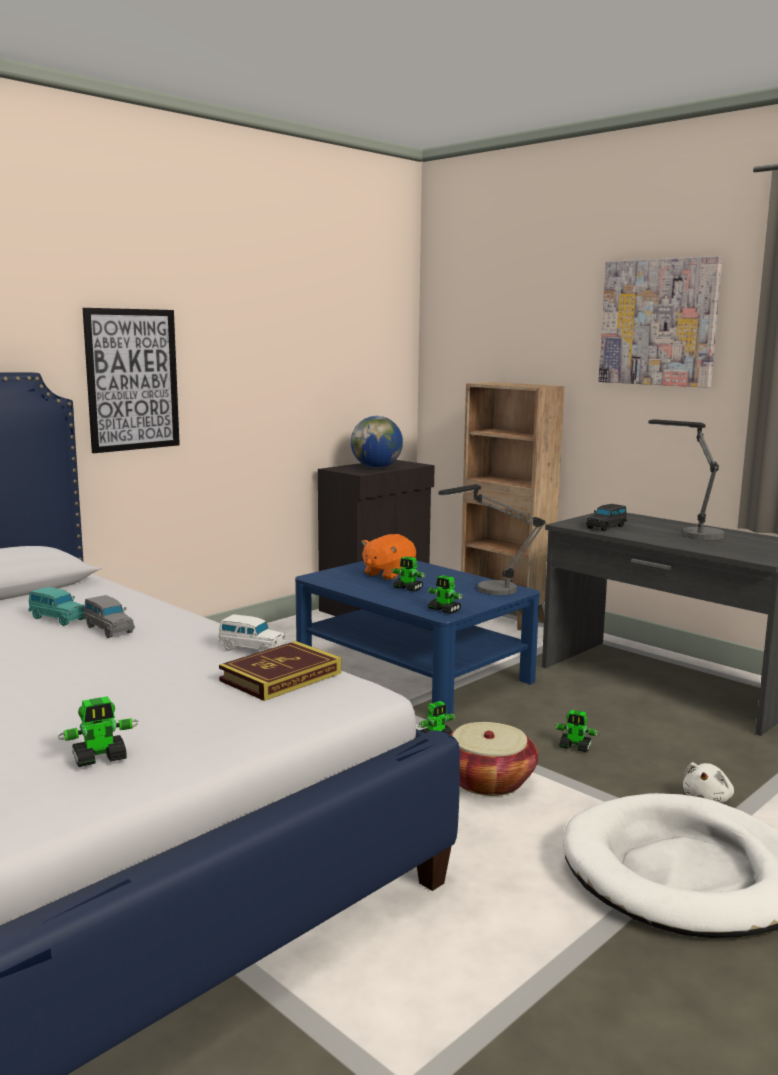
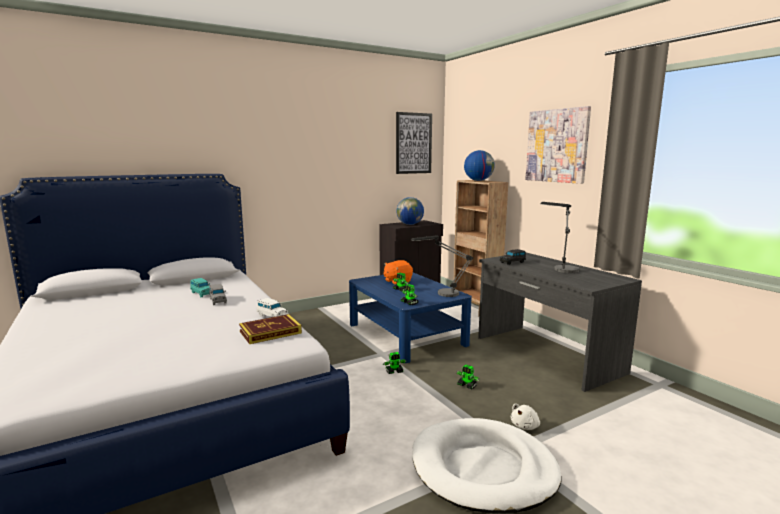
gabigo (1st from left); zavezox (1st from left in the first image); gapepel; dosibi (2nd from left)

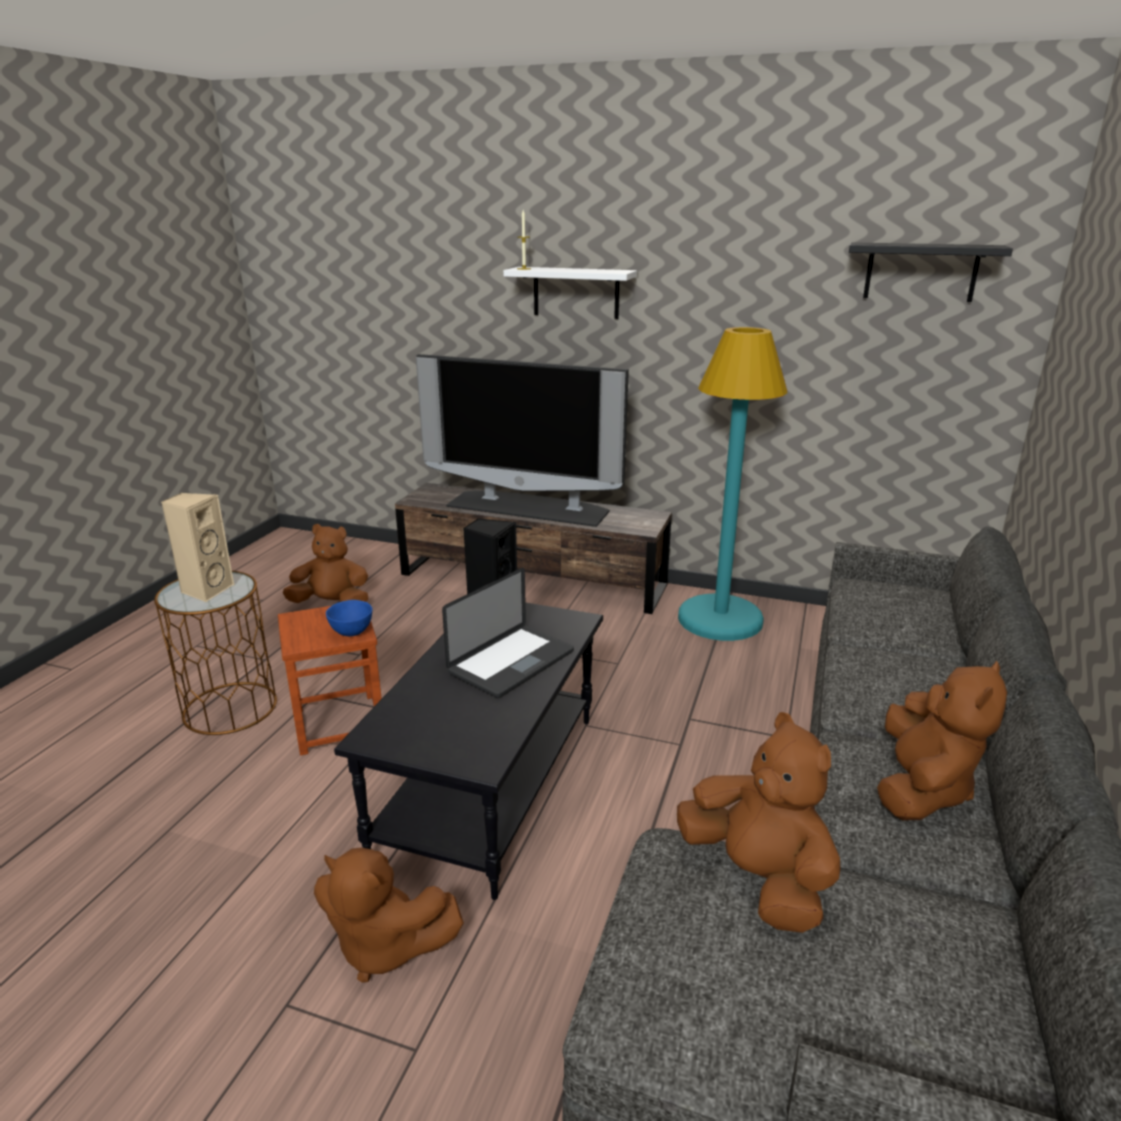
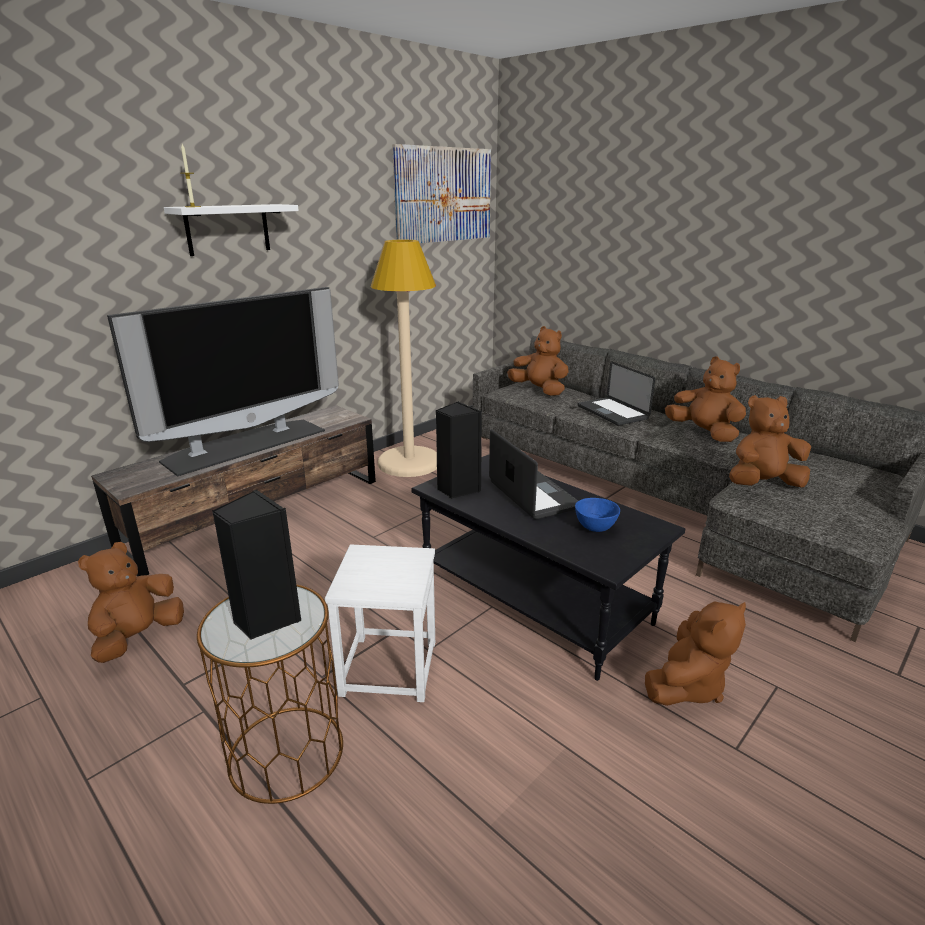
gabigo; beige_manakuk; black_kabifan (1st from left); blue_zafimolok; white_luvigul; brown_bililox (2nd from left); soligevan (2nd from left)

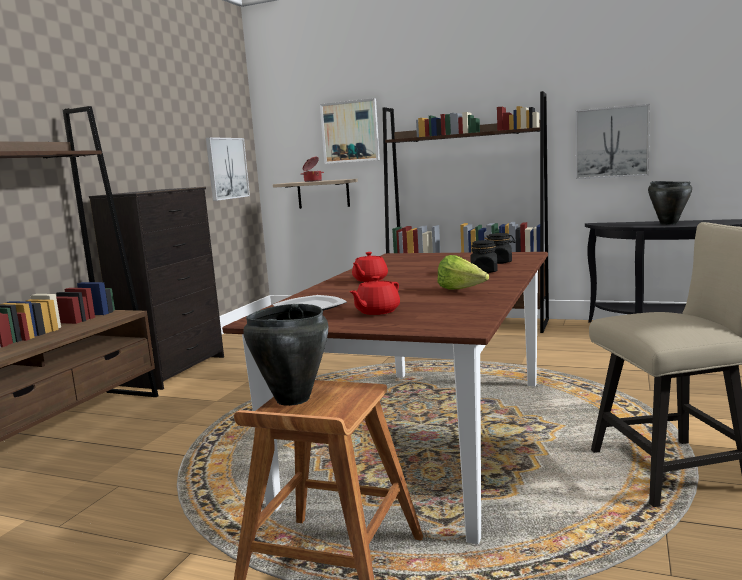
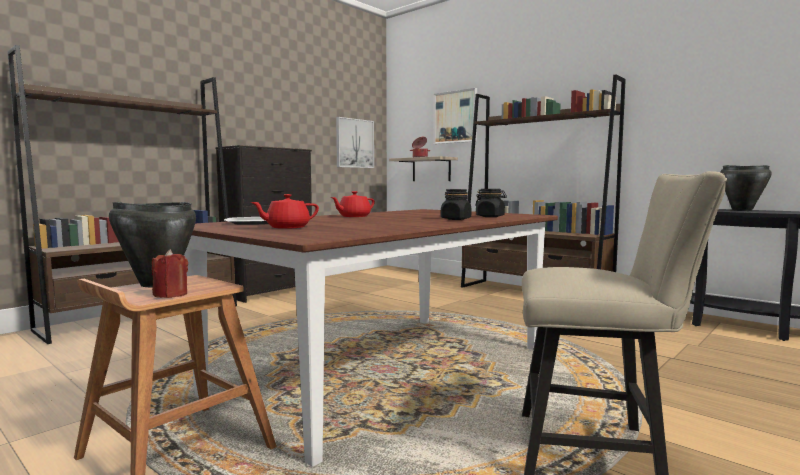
gabigo (3rd from left in the first image); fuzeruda; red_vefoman

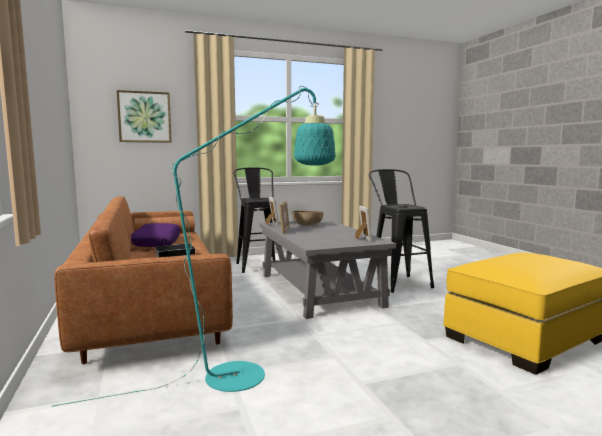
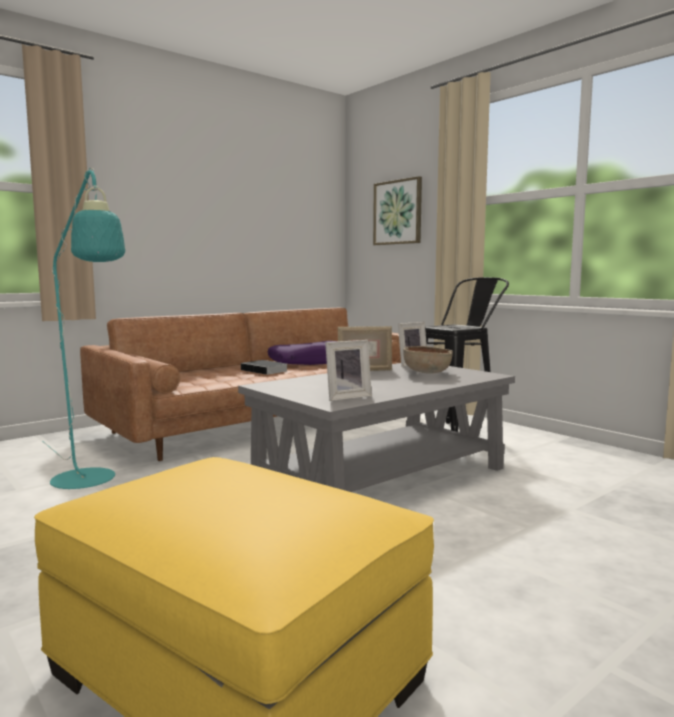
black_luvigul (2nd from left in the first image)

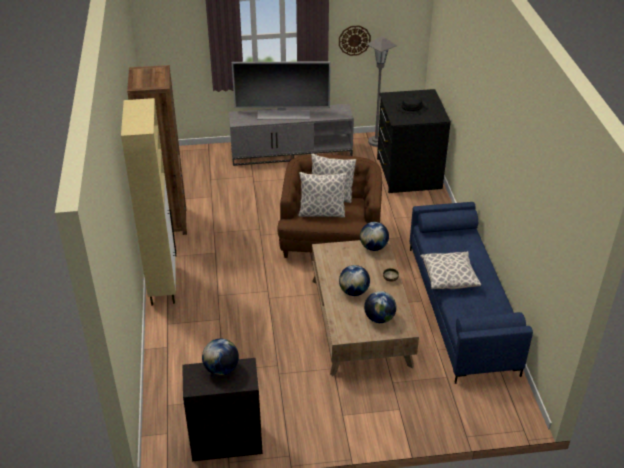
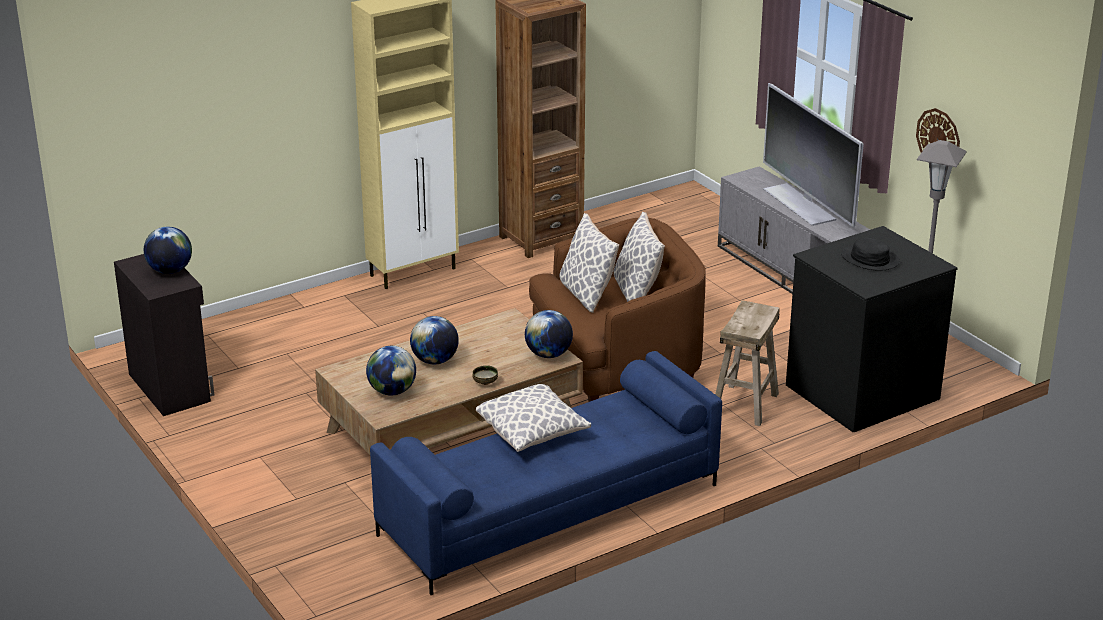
beige_luvigul

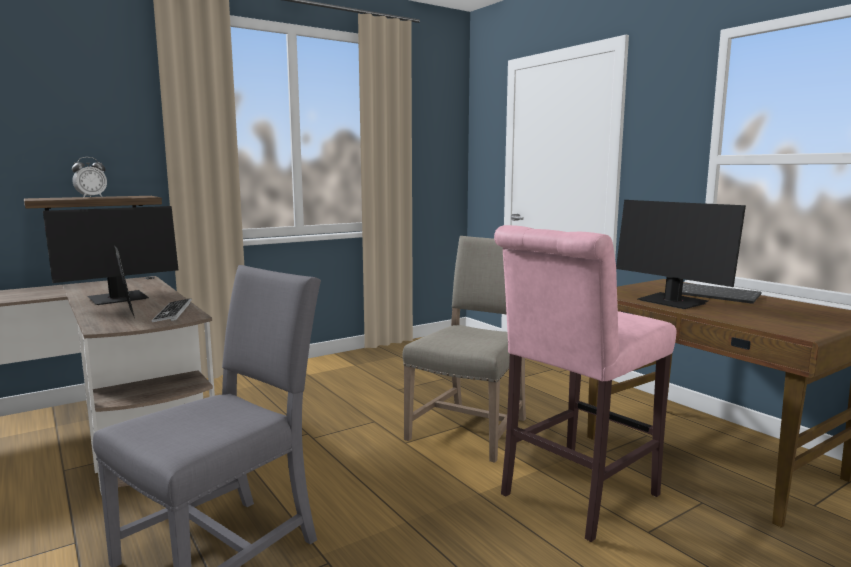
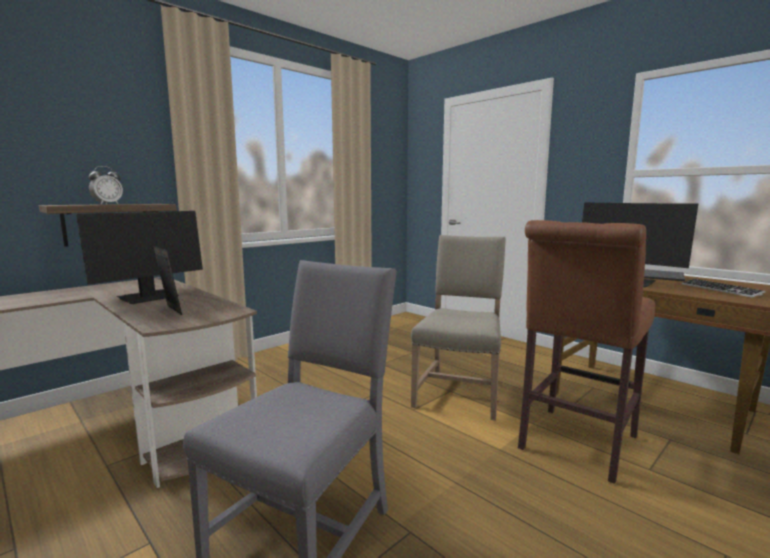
brown_luvigul; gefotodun (2nd from left)

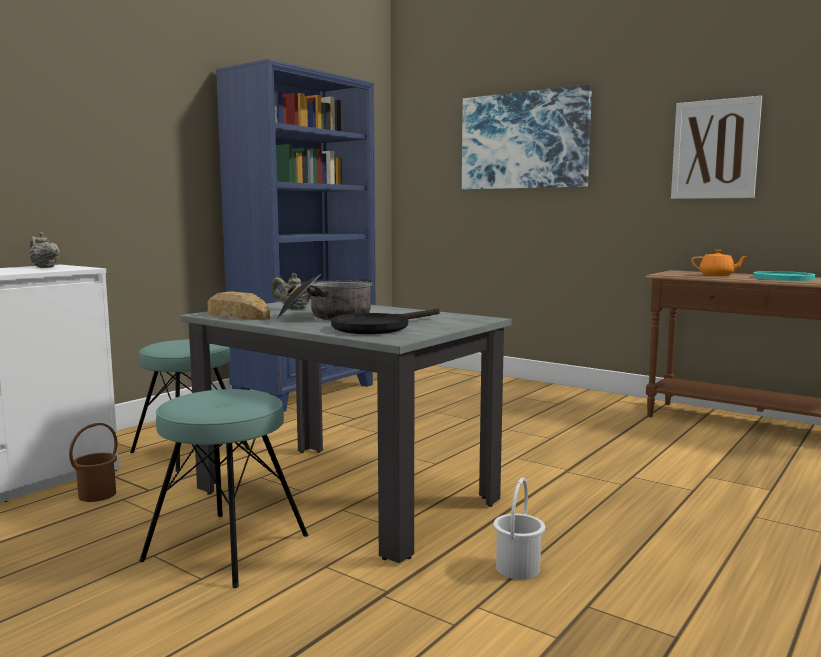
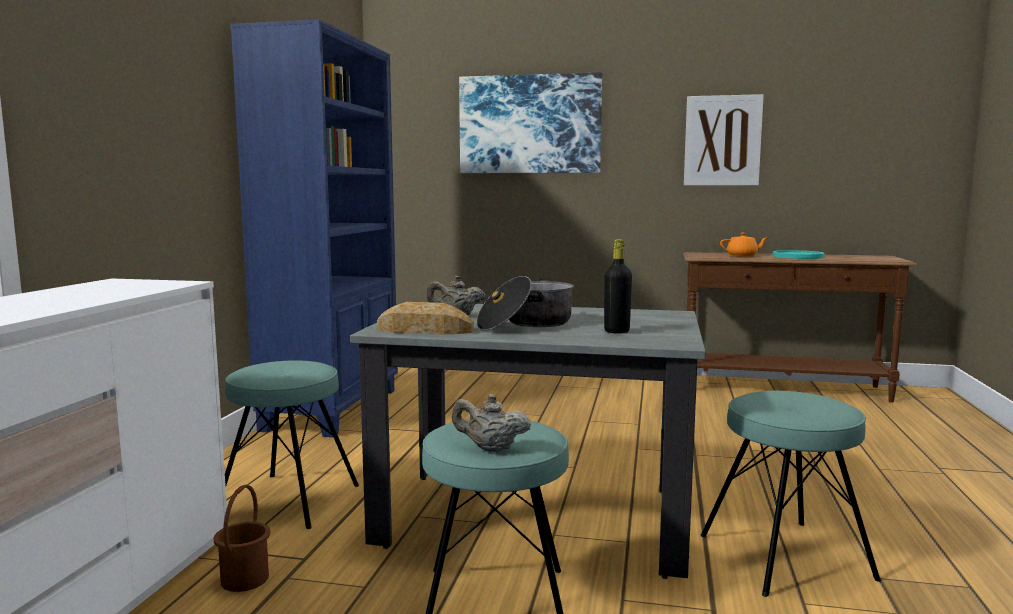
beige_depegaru (2nd from left); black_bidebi; turquoise_luvigul (3rd from left)

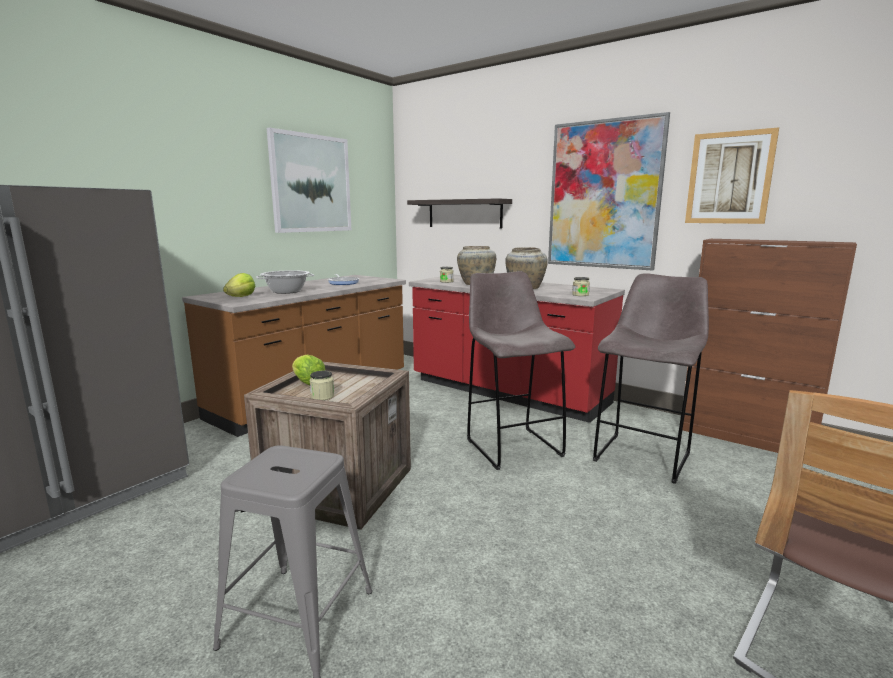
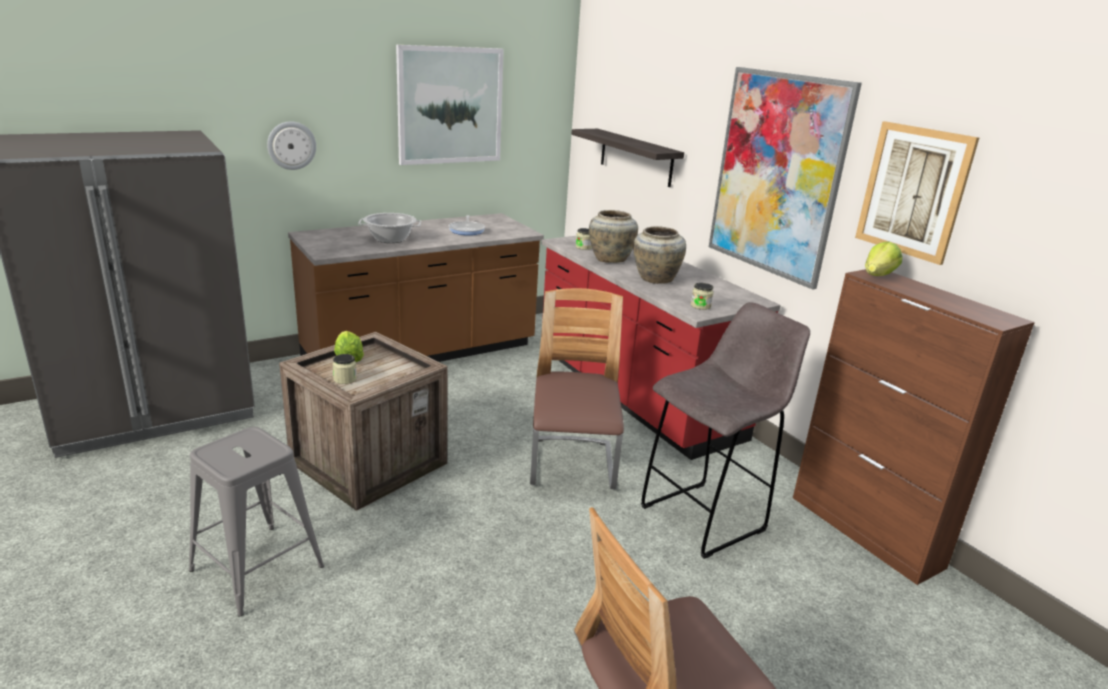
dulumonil (1st from left); fuzeruda (2nd from left); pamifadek

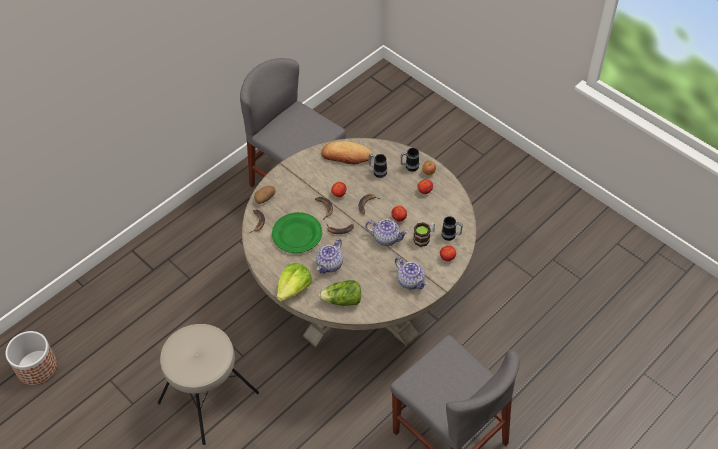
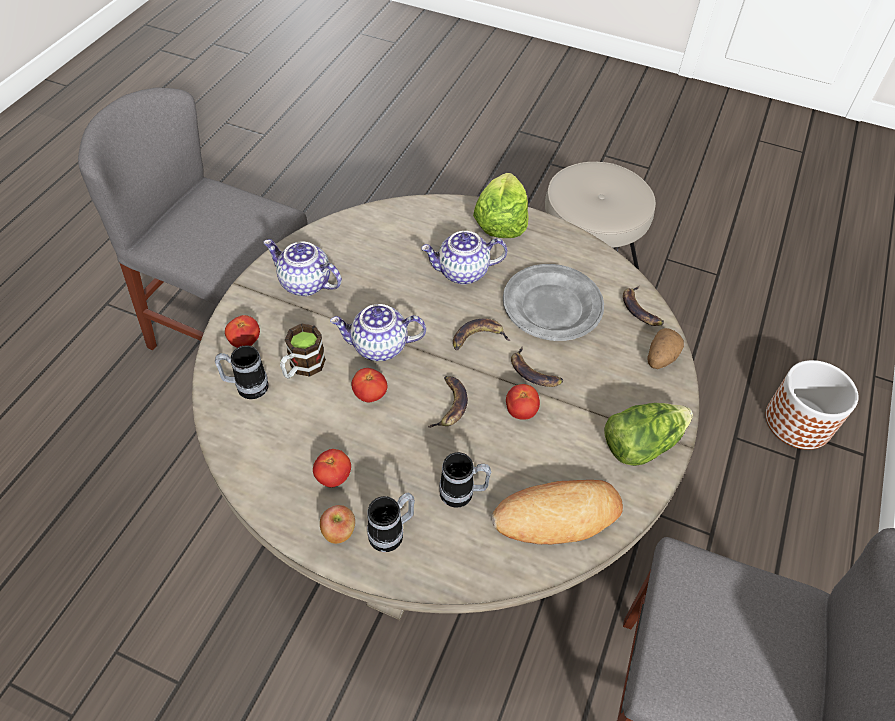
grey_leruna; depegaru (3rd from left); fuzeruda (2nd from left); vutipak

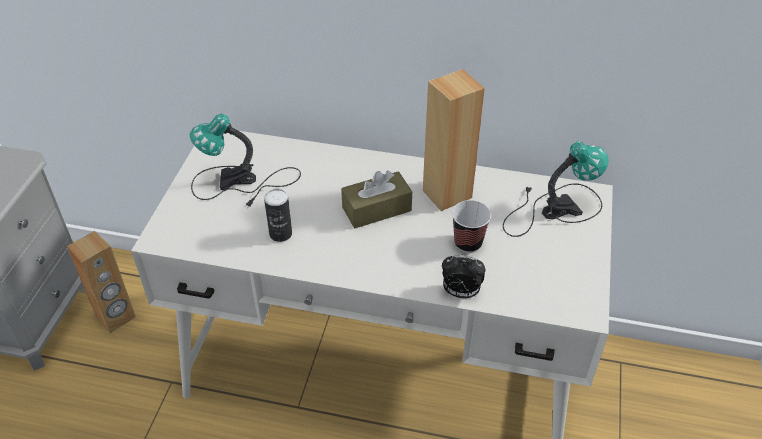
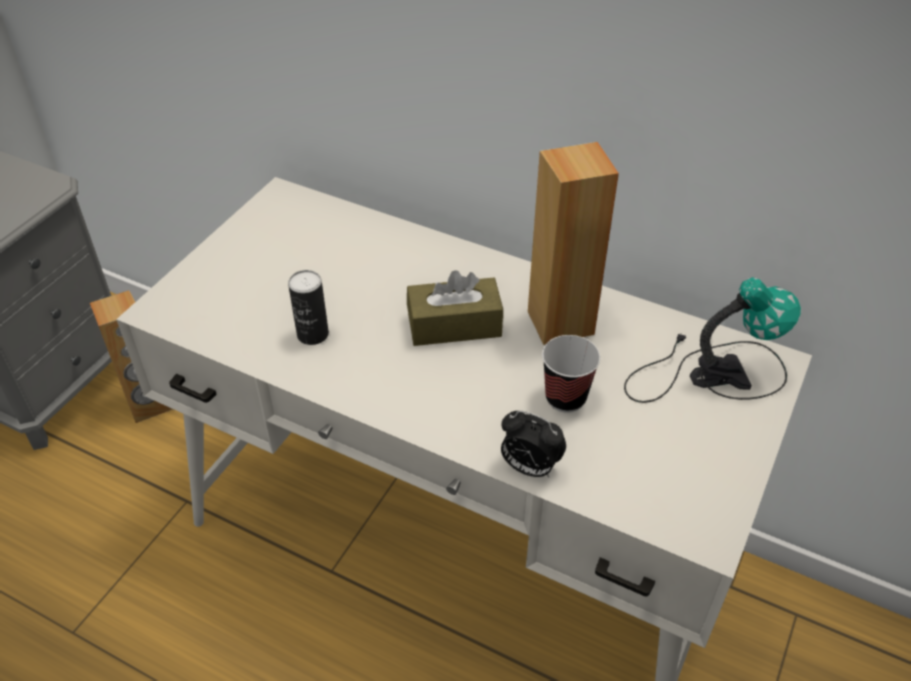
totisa (1st from left in the first image)

